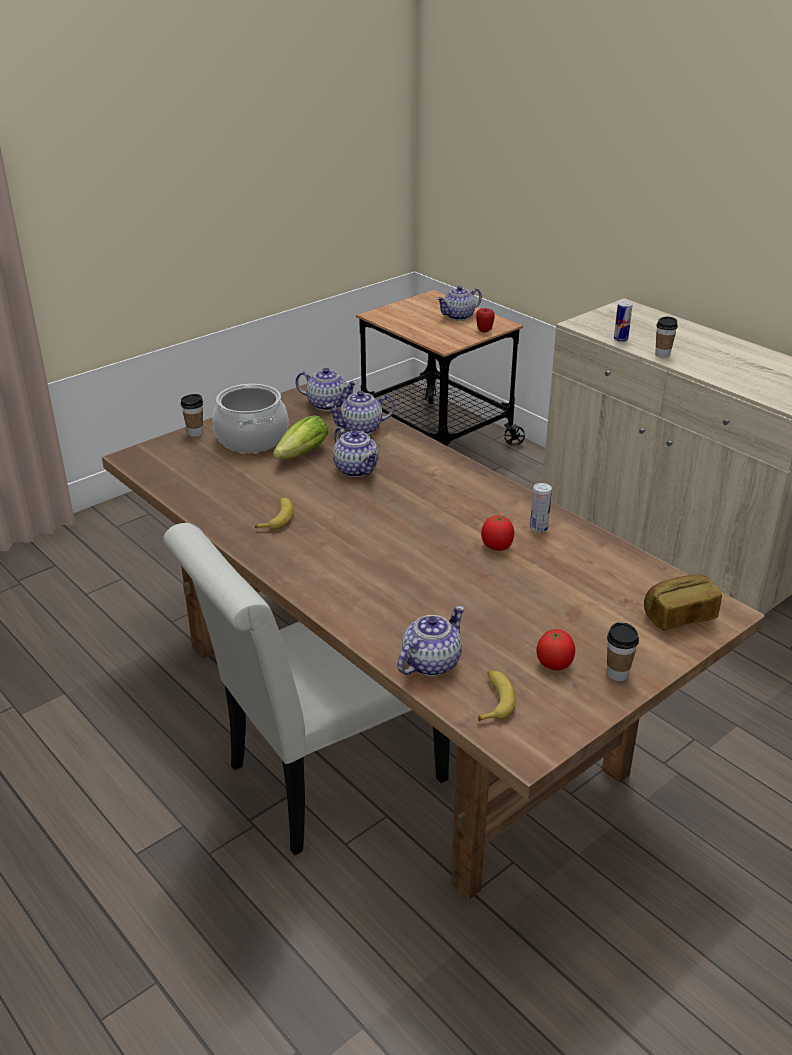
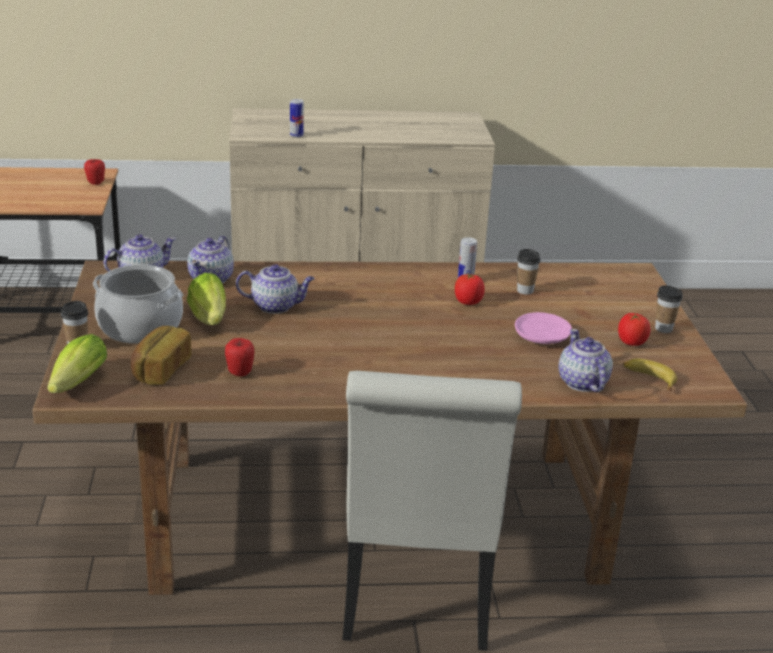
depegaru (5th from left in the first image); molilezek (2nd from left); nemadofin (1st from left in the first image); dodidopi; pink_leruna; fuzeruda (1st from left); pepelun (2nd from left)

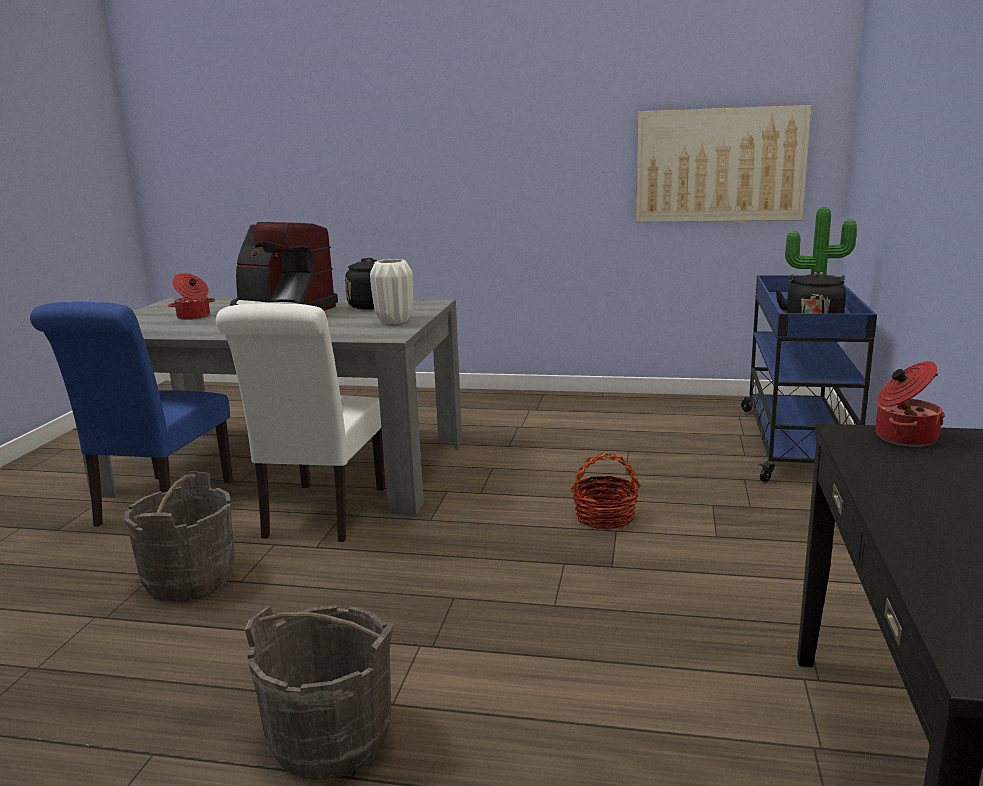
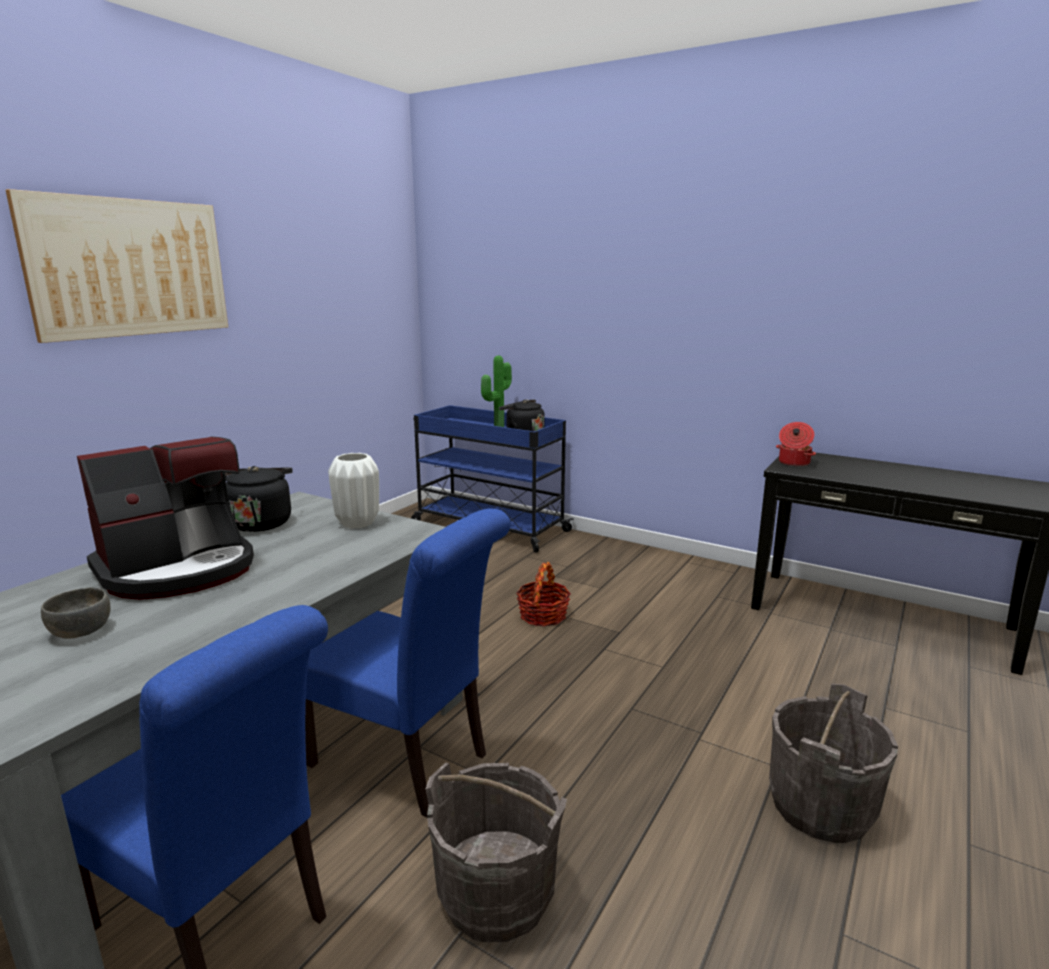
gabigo; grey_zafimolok; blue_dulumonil (2nd from left)

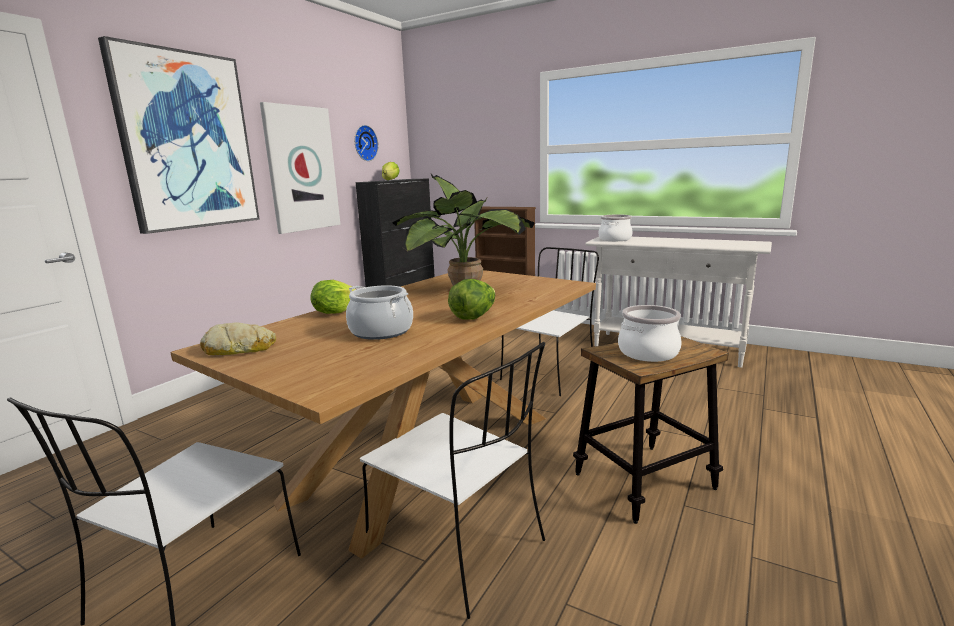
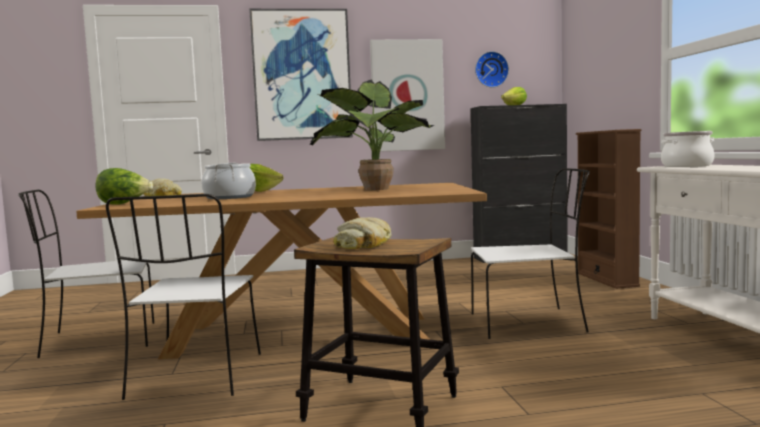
fuzeruda (1st from left); dodidopi (2nd from left)

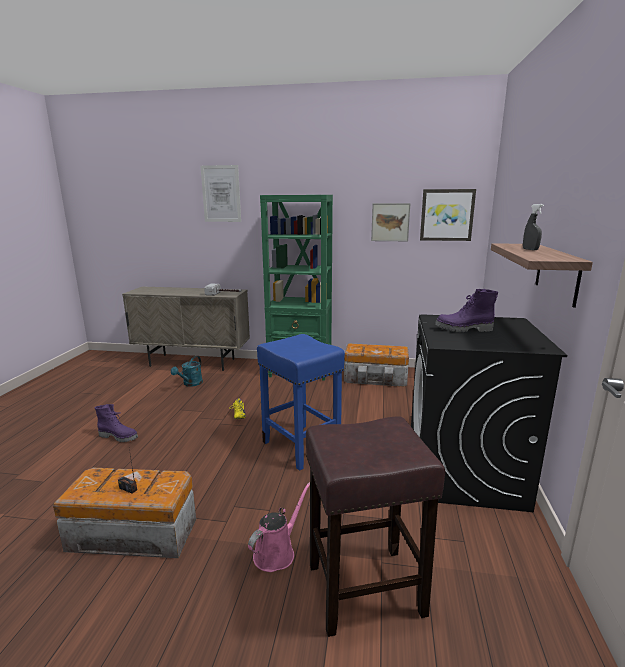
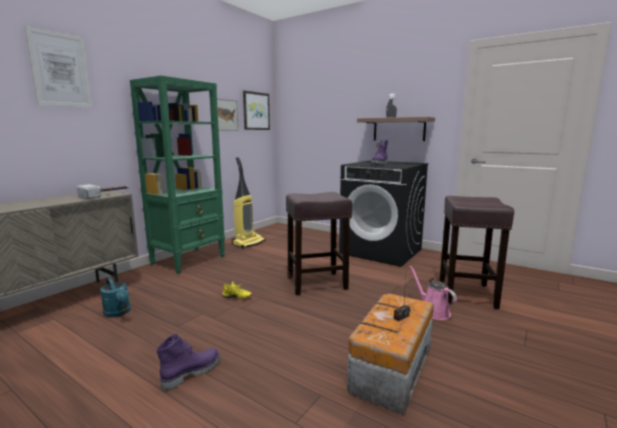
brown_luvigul (1st from left); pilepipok

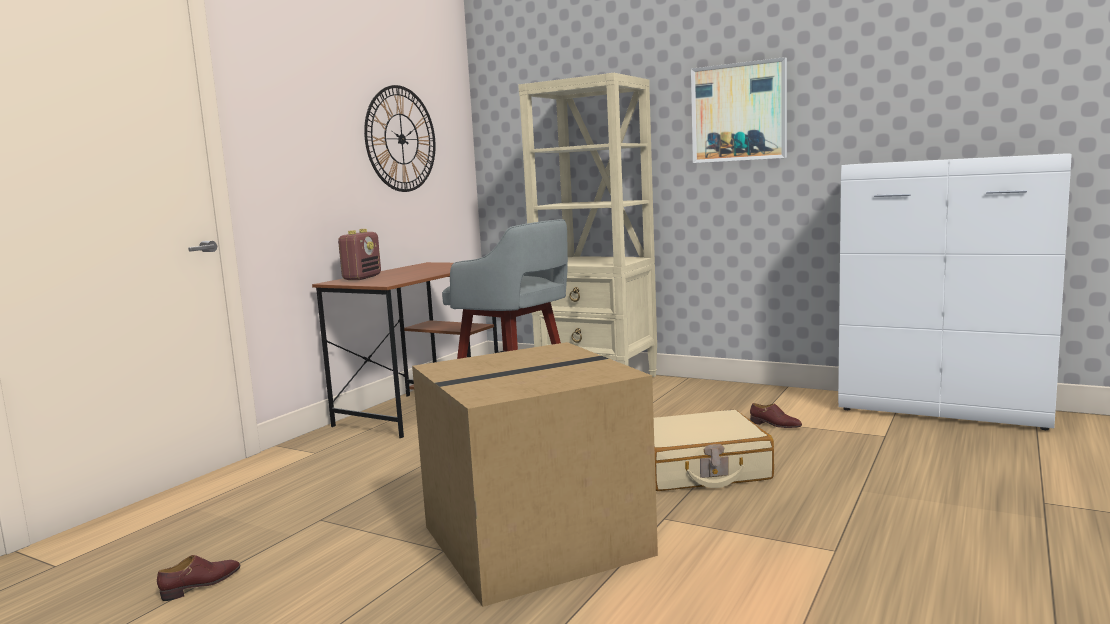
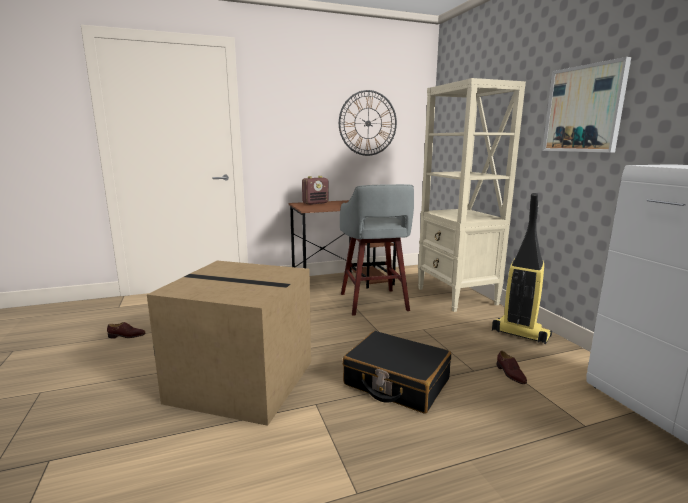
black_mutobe; pilepipok

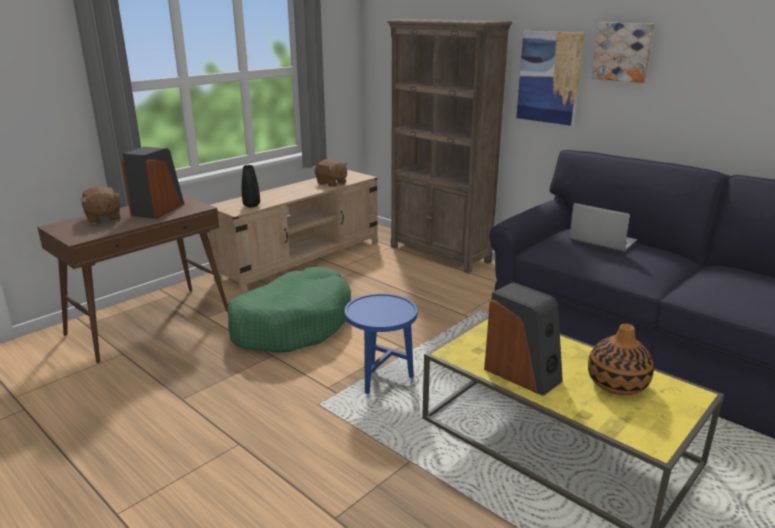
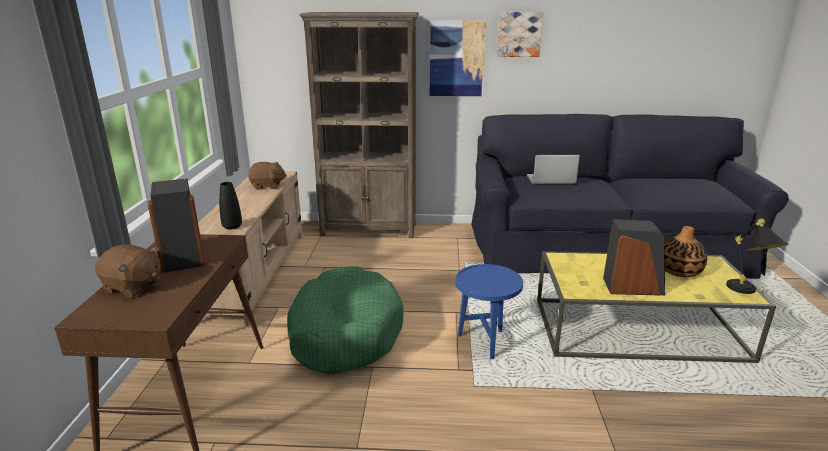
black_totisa

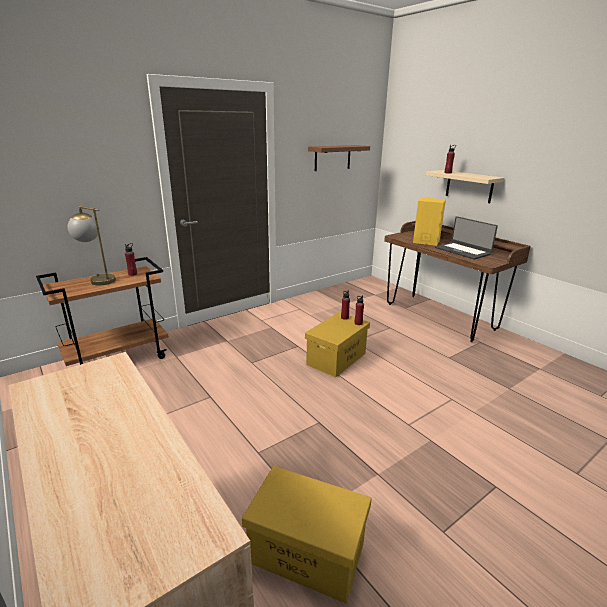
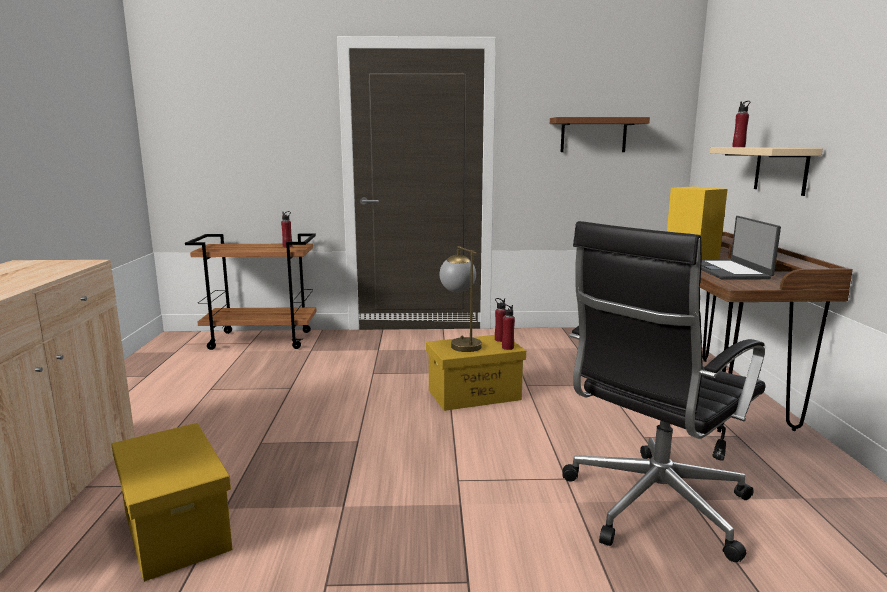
totisa; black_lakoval

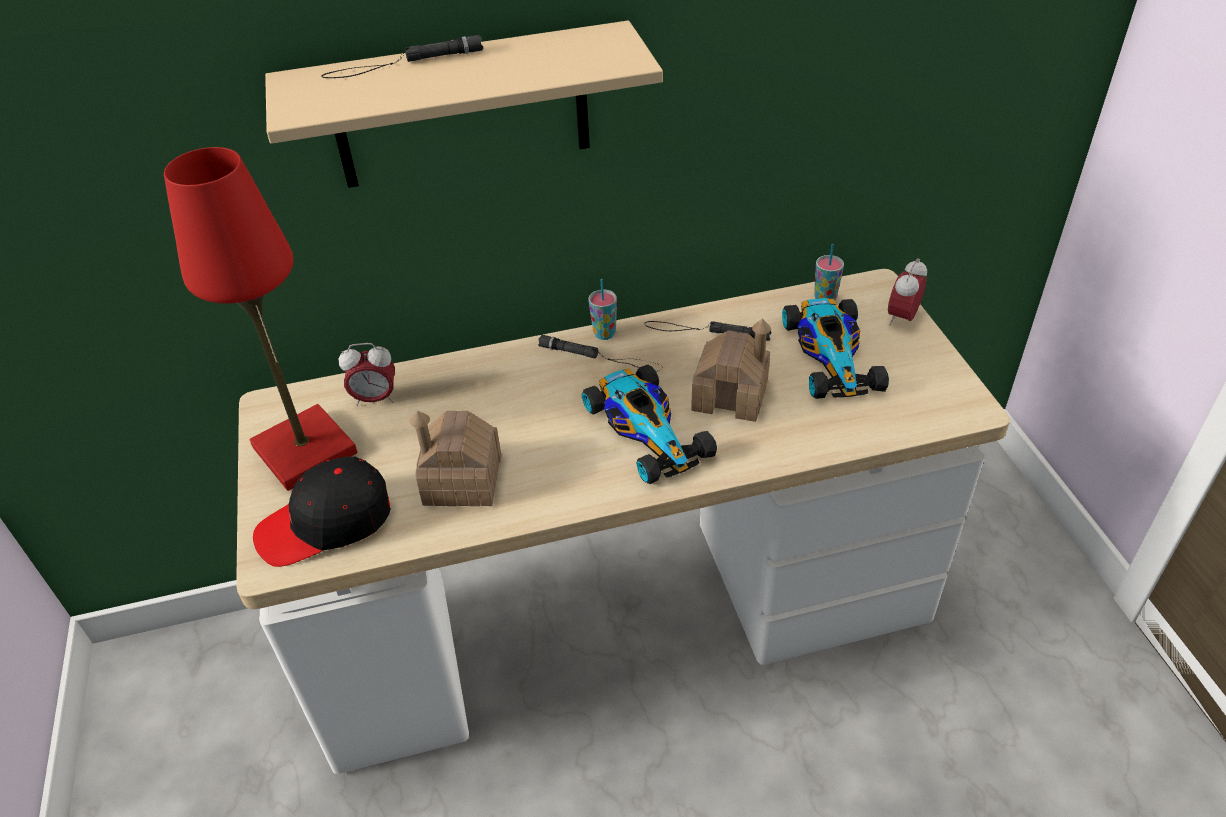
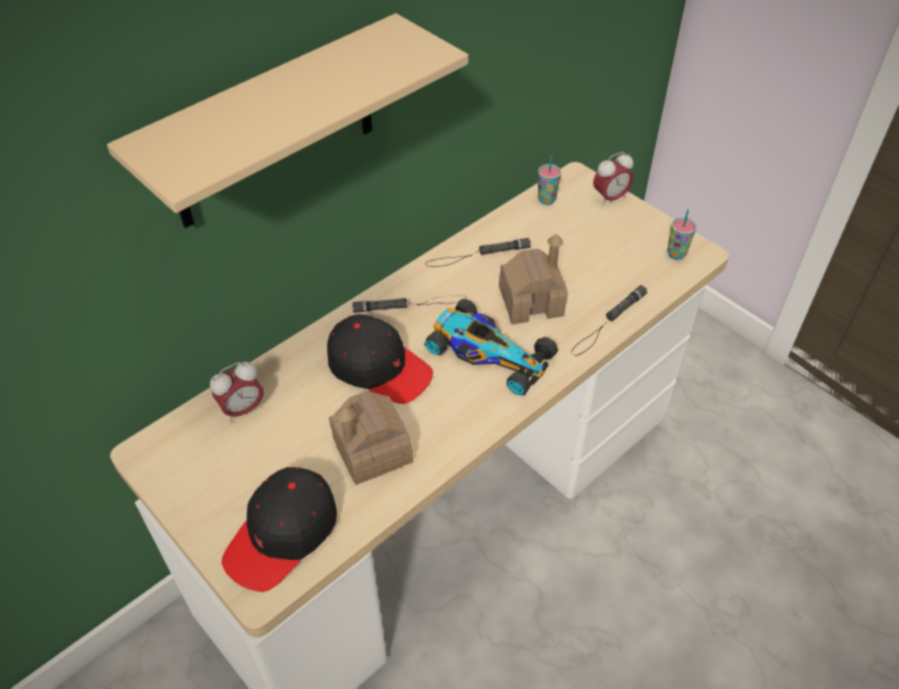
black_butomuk (3rd from left); red_totisa; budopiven (2nd from left); molilezek (2nd from left); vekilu (2nd from left in the first image); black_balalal (2nd from left)

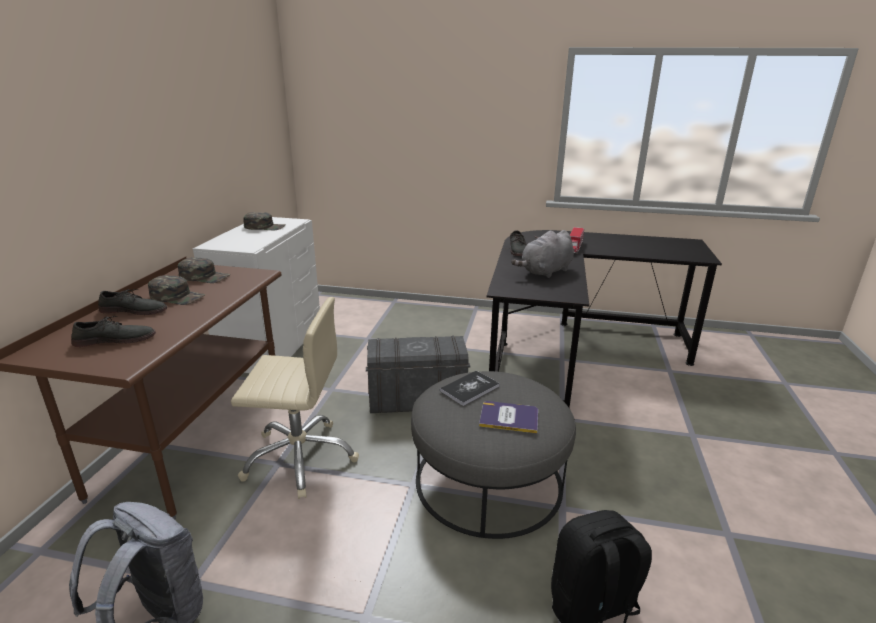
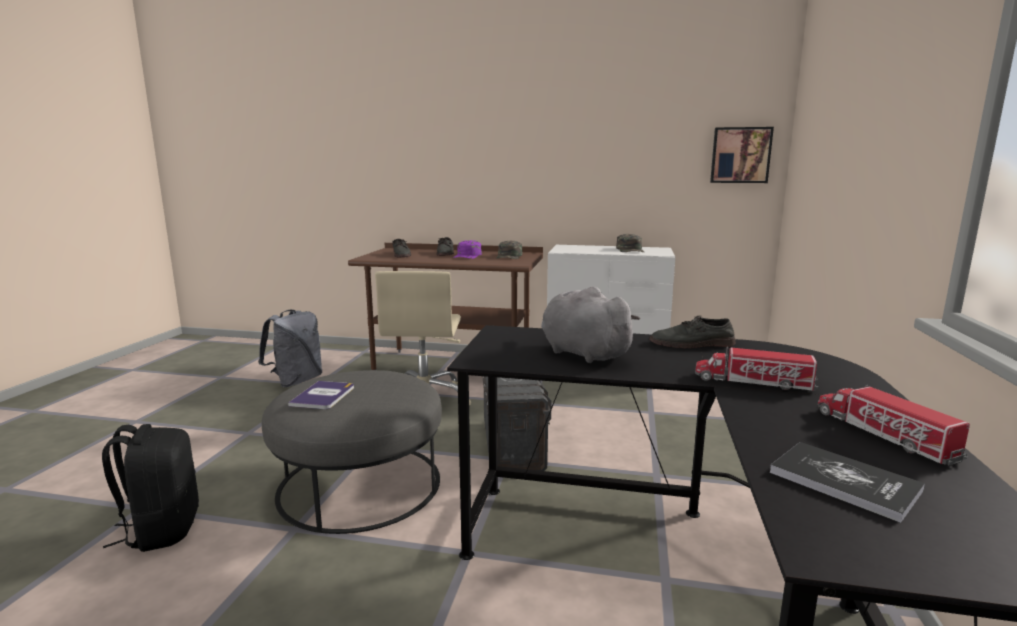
purple_balalal; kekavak (2nd from left); gabigo; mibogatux (2nd from left)

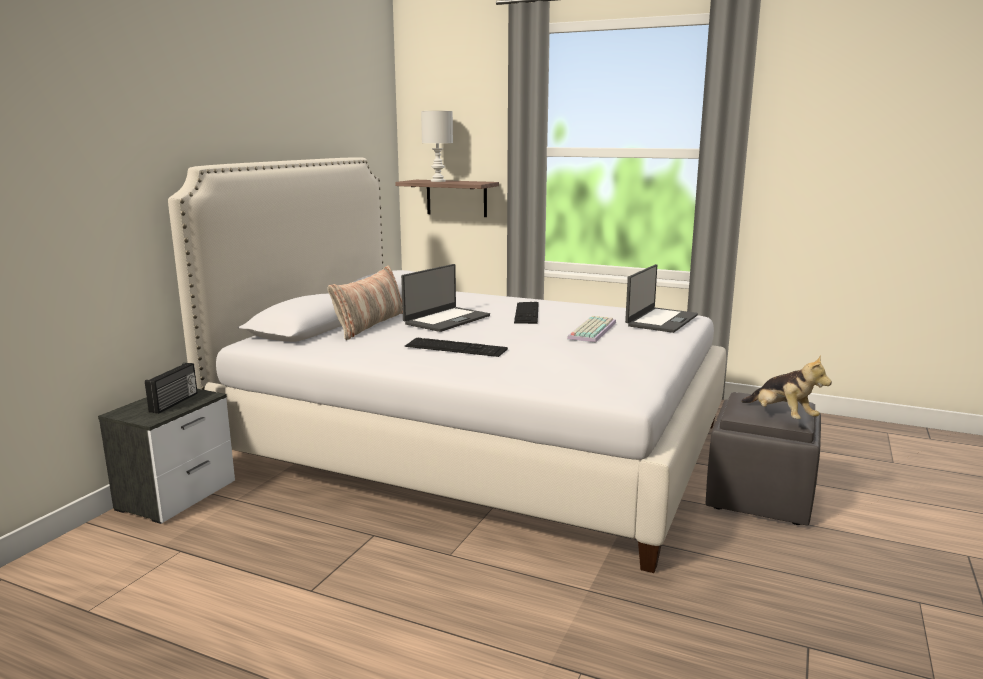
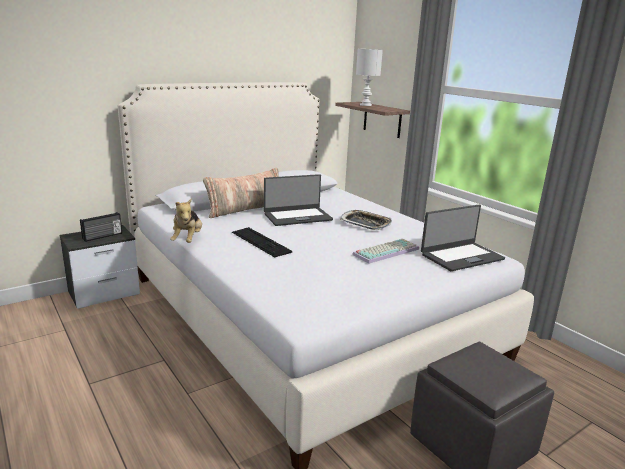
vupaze; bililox

